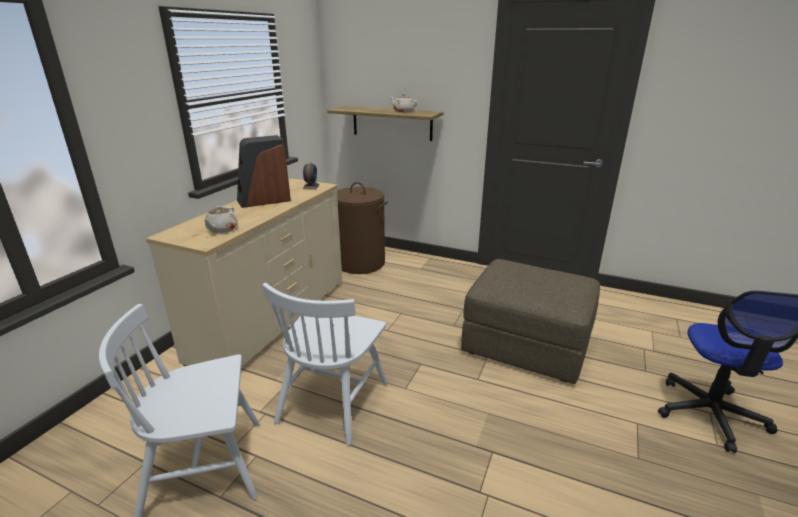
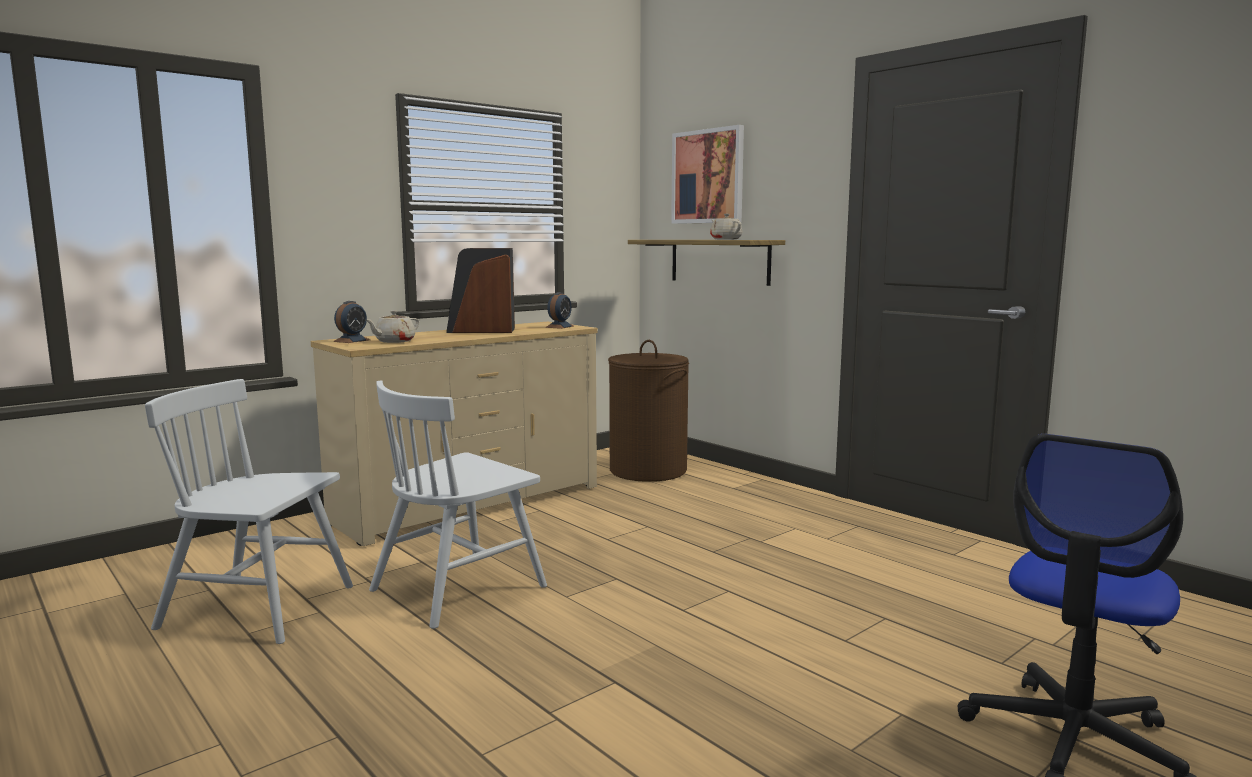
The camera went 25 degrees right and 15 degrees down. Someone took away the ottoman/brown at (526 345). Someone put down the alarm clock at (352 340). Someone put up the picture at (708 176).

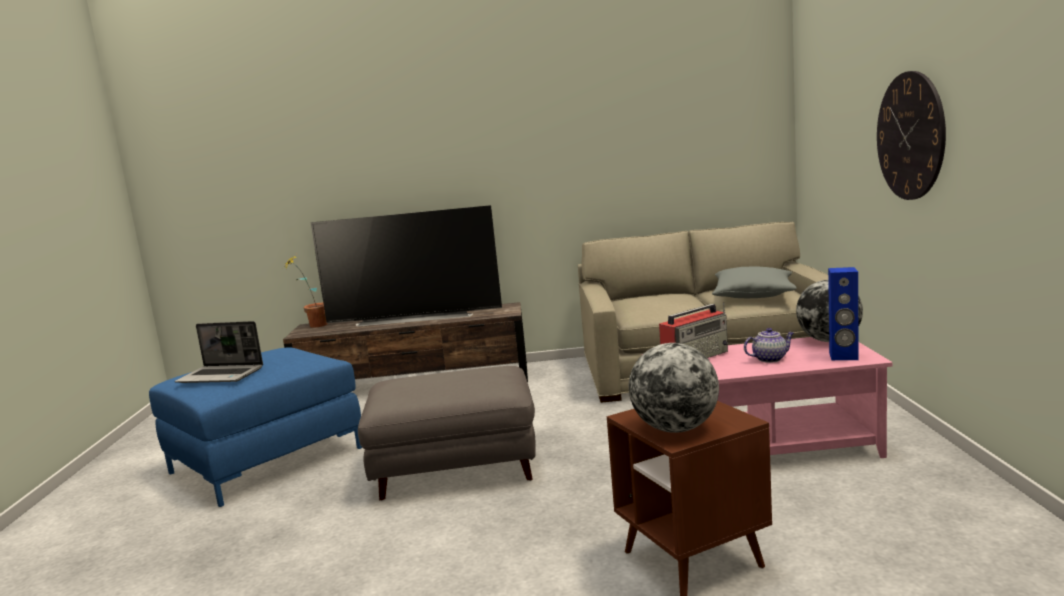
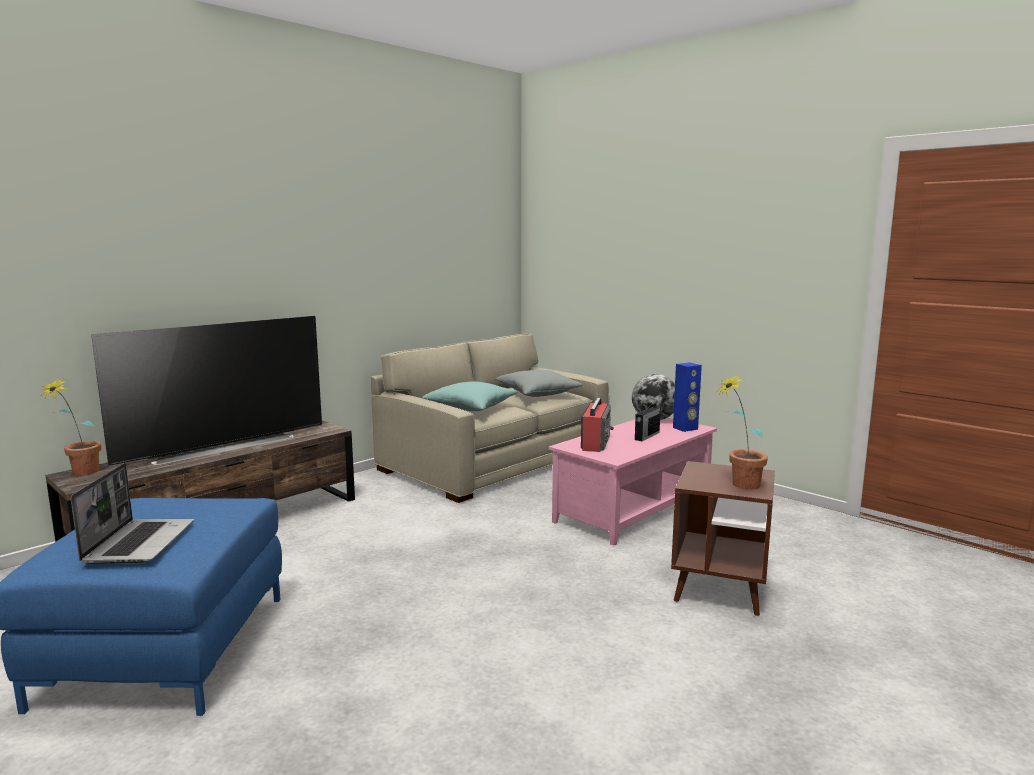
The camera went 45 degrees left and 0 degrees up. Someone rotated the laptop at (222 375) by 60 degrees counterclockwise. Someone took away the ottoman/grey at (456 467). Someone swapped the globe at (676 429) for the potted plant at (738 485). Someone swapped the teapot at (770 359) for the radio at (646 436). Someone took away the wall clock at (910 136). Someone put down the pillow/turquoise at (470 408).

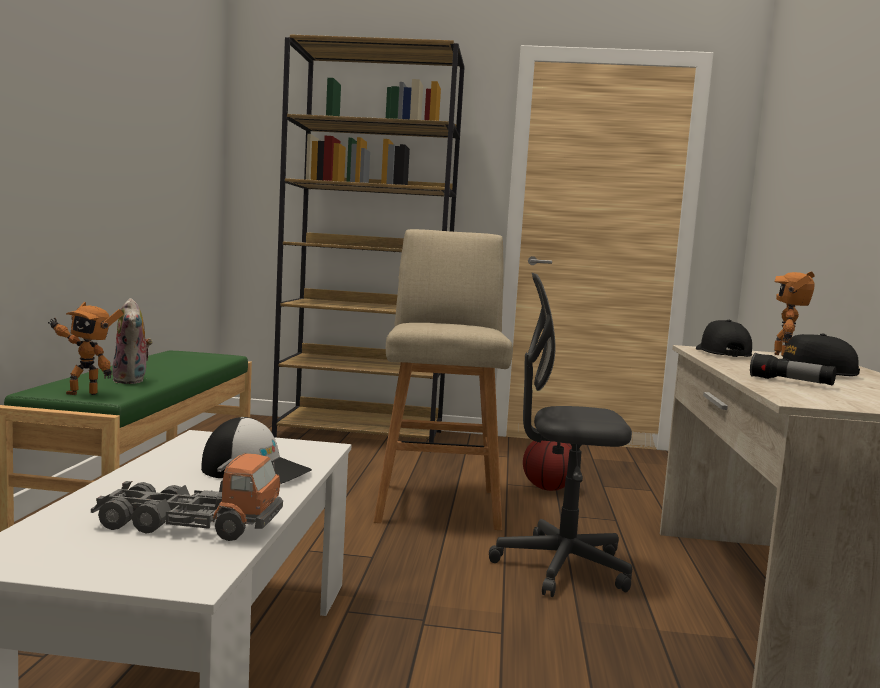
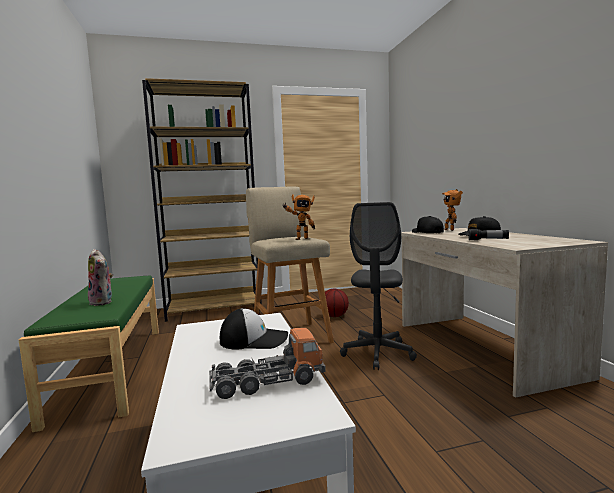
The camera went 20 degrees left and 0 degrees up. Someone carried the toy robot from (83 393) to (300 239). Someone rotated the office chair/grey at (561 567) by 60 degrees counterclockwise.

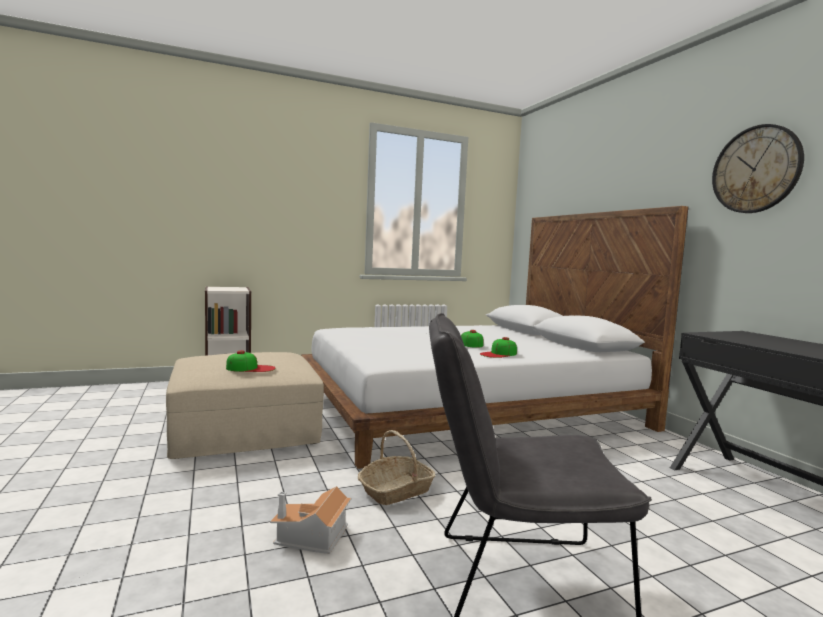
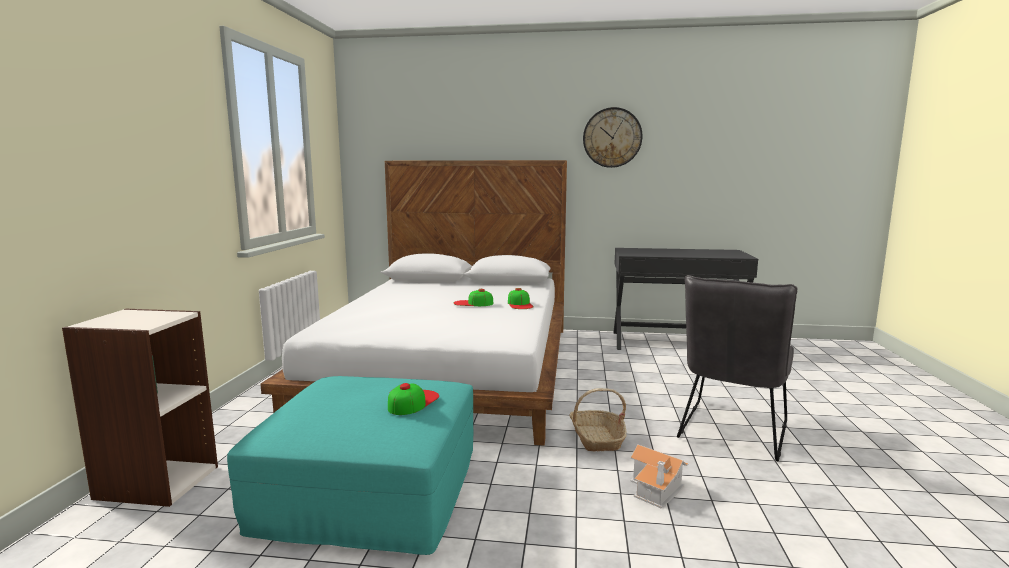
The camera went 60 degrees left and 5 degrees up. Someone repainted the ottoman/beige at (246 427), which became the ottoman/turquoise at (371 489).

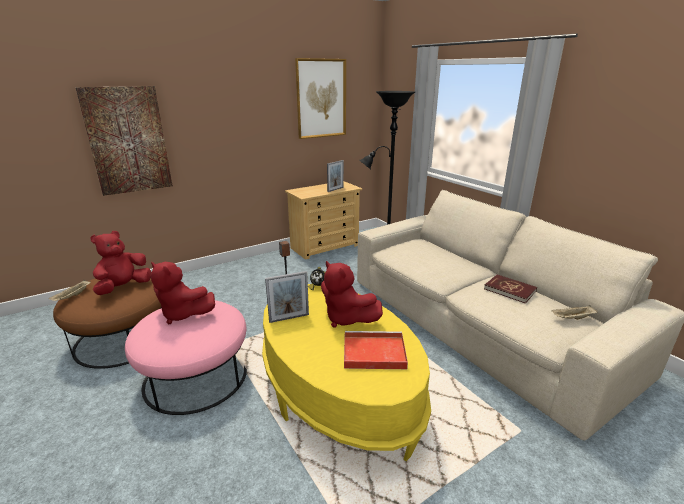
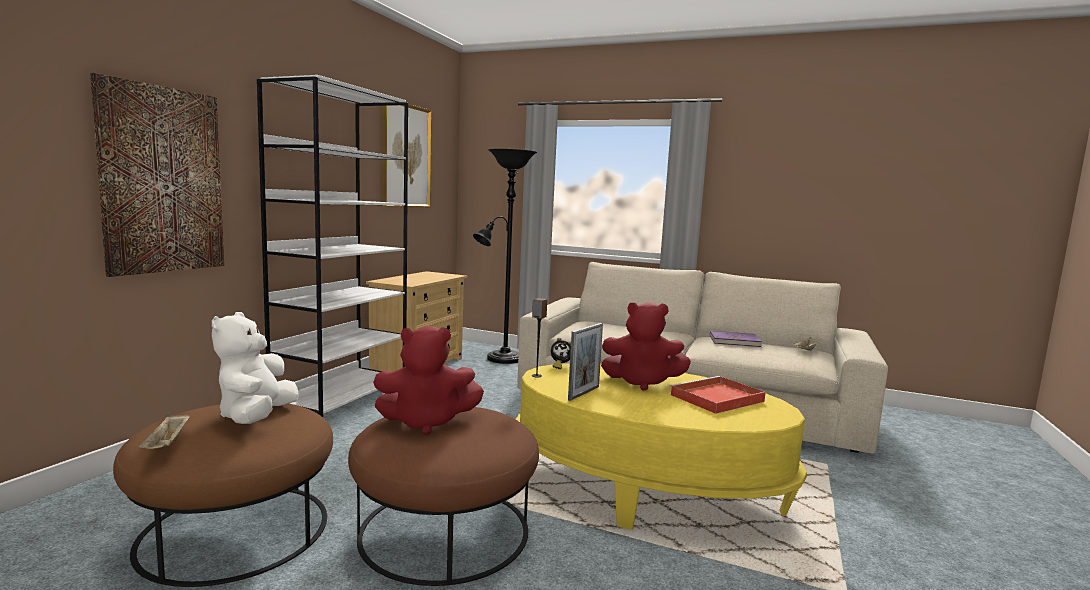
The camera went 35 degrees left and 15 degrees down. Someone repainted the plush toy/red at (124 287), which became the plush toy/white at (256 417). Someone repainted the ottoman/pink at (195 376), which became the ottoman/brown at (444 531). Someone took away the picture frame at (335 189). Someone repainted the book/red at (509 290), which became the book/purple at (734 341). Someone put down the bookcase/white at (342 398).

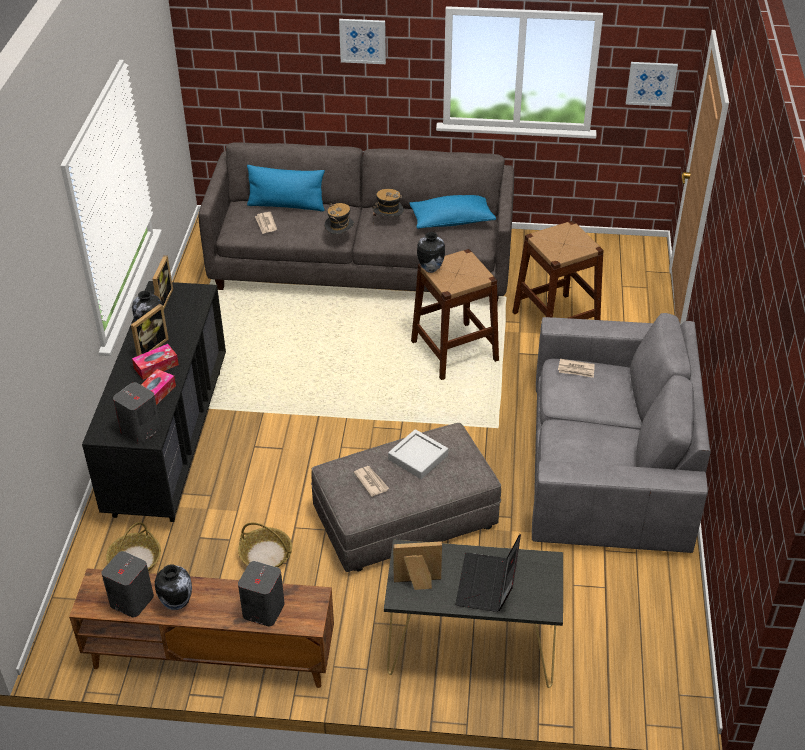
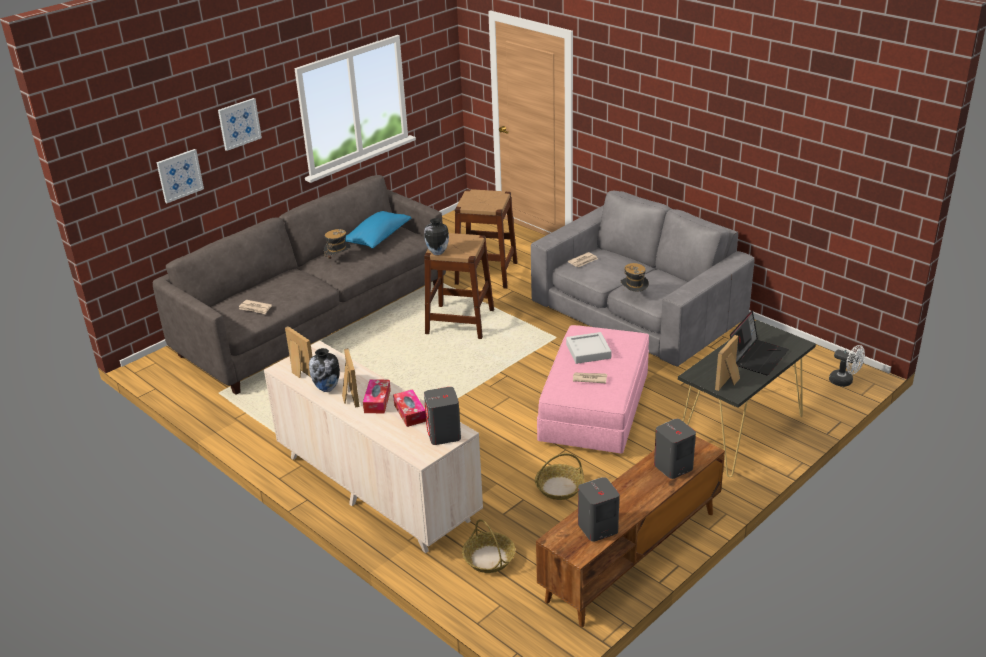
The camera went 50 degrees left and 10 degrees down. Someone repainted the dresser/black at (169 440), which became the dresser/beige at (376 488). Someone took away the vase at (177 603). Someone took away the pillow/blue at (286 205). Someone repainted the ottoman/grey at (405 518), which became the ottoman/pink at (595 410). Someone carried the hat from (340 237) to (634 296). Someone rotated the laptop at (488 585) by 105 degrees counterclockwise. Someone carried the picture from (651 83) to (179 175). Someone put down the fan/white at (844 381).

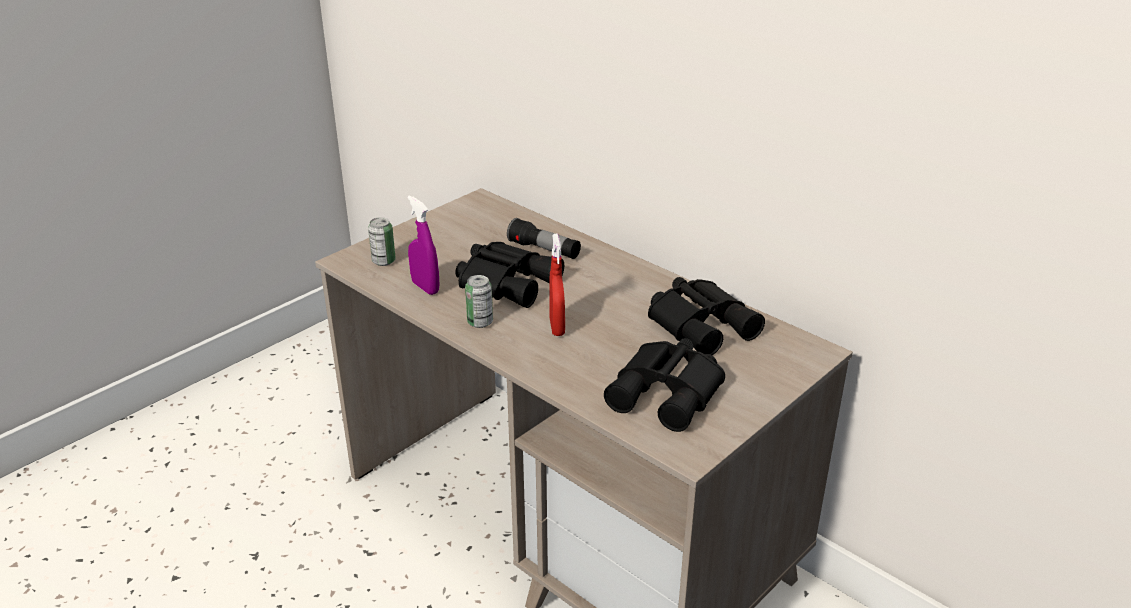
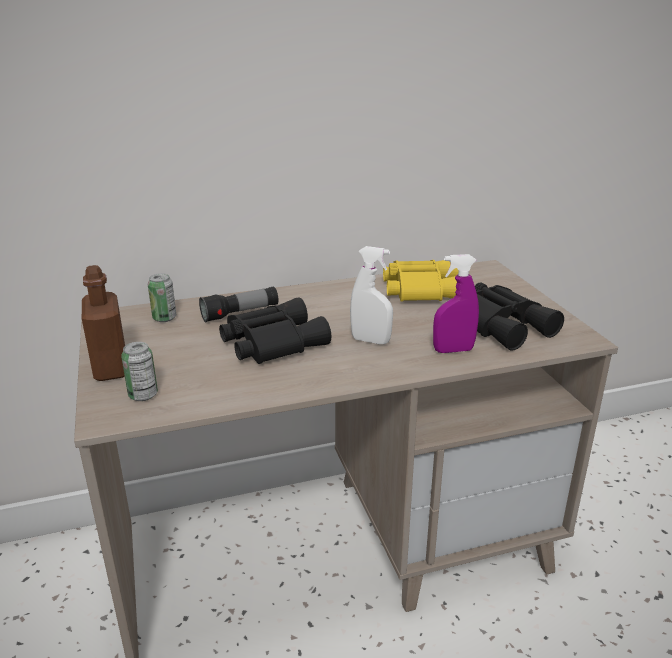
The camera went 60 degrees left and 5 degrees down. Someone carried the spray bottle/purple from (425 287) to (453 350). Someone carried the can from (480 322) to (164 318). Someone repainted the spray bottle/red at (557 327), which became the spray bottle/white at (370 341). Someone repainted the binoculars/black at (702 324), which became the binoculars/yellow at (422 289). Someone put down the bottle/brown at (111 368).

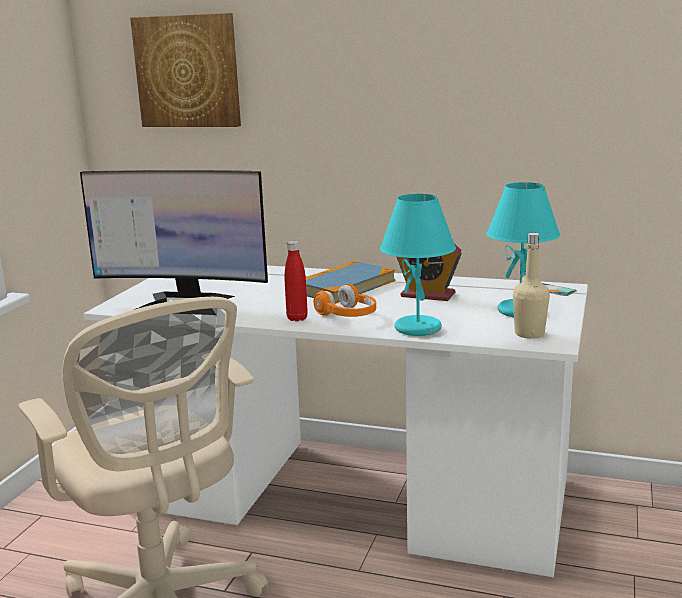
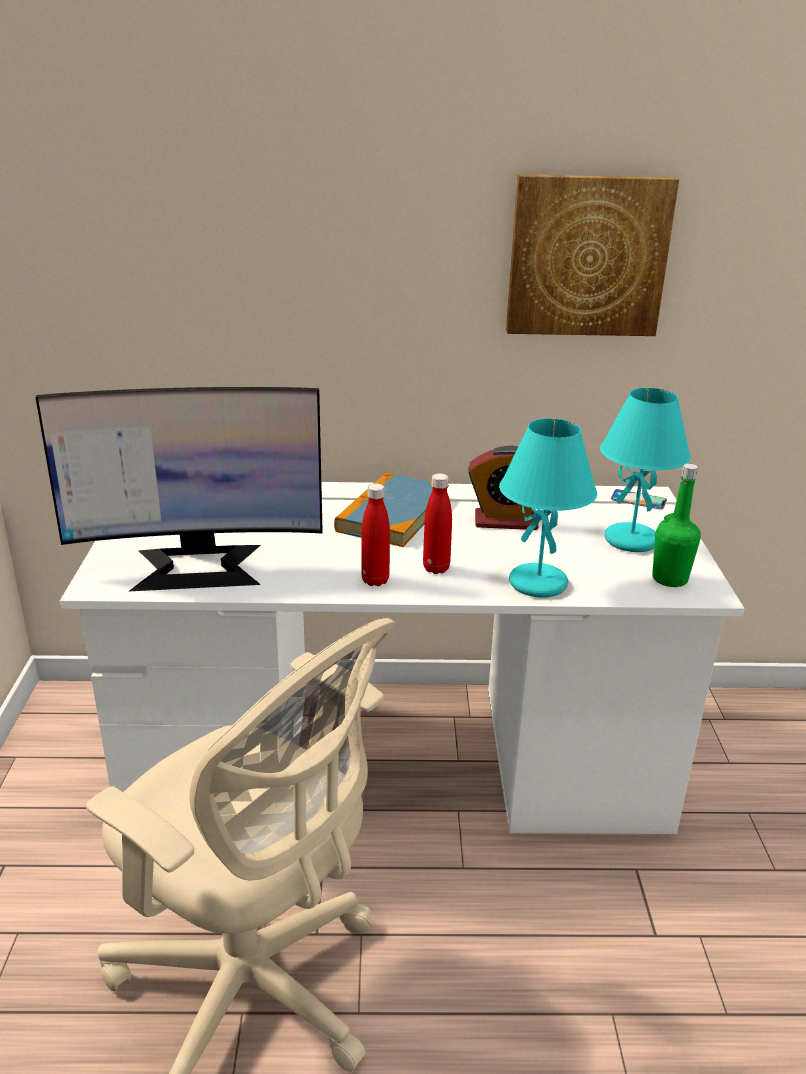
The camera went 20 degrees left and 10 degrees up. Someone carried the picture from (188 71) to (587 256). Someone swapped the headphones/orange at (348 315) for the bottle/red at (436 568). Someone repainted the bottle/beige at (529 334), which became the bottle/green at (669 579).

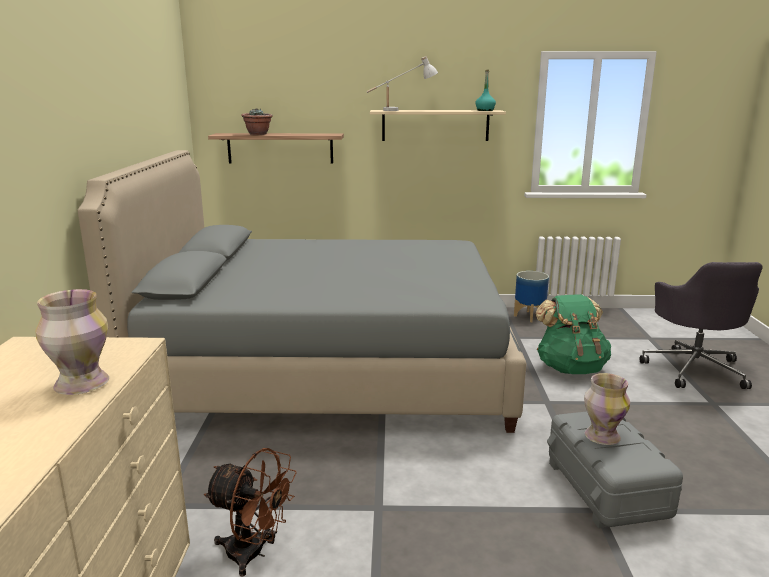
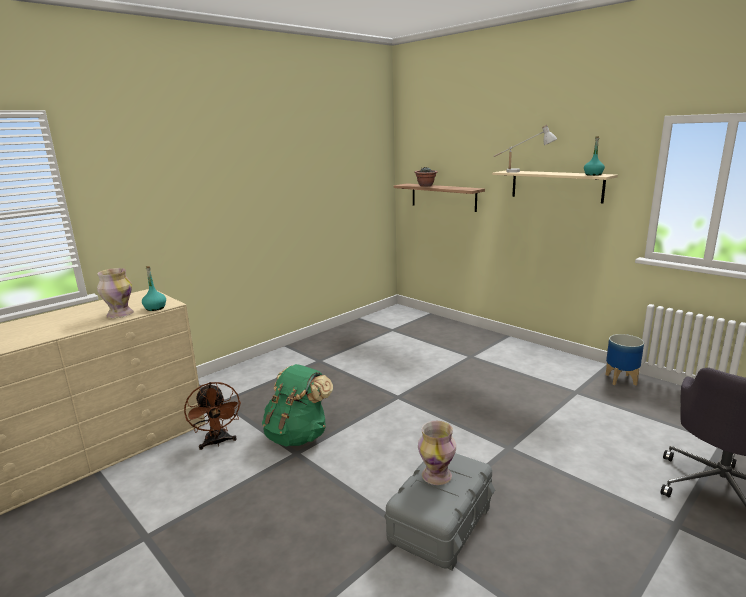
The camera went 45 degrees right and 0 degrees up. Someone took away the bed/grey at (329 368). Someone carried the backpack/green from (570 368) to (298 435). Someone put down the bottle/turquoise at (155 308).

